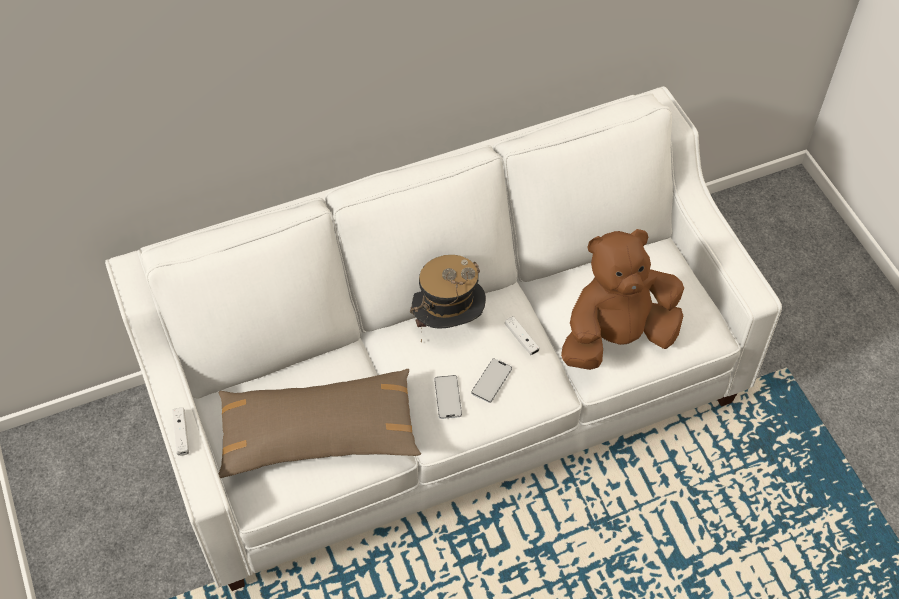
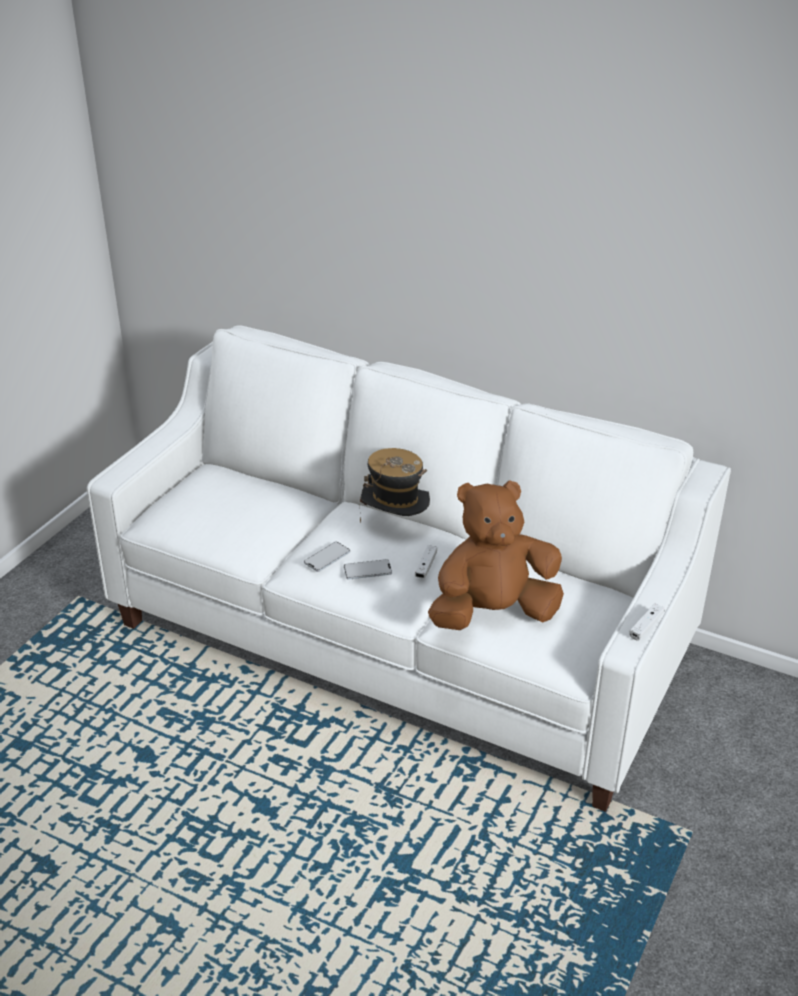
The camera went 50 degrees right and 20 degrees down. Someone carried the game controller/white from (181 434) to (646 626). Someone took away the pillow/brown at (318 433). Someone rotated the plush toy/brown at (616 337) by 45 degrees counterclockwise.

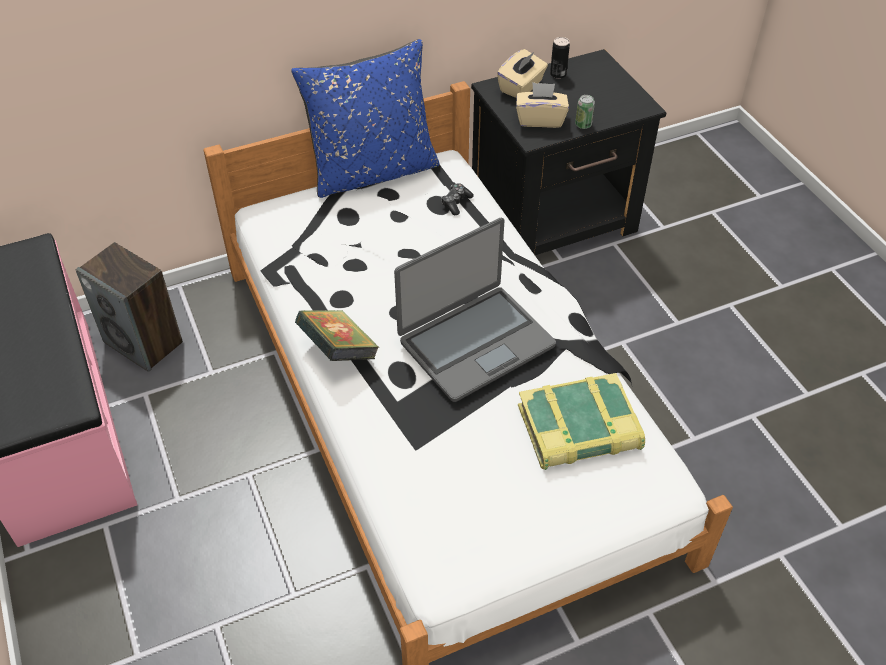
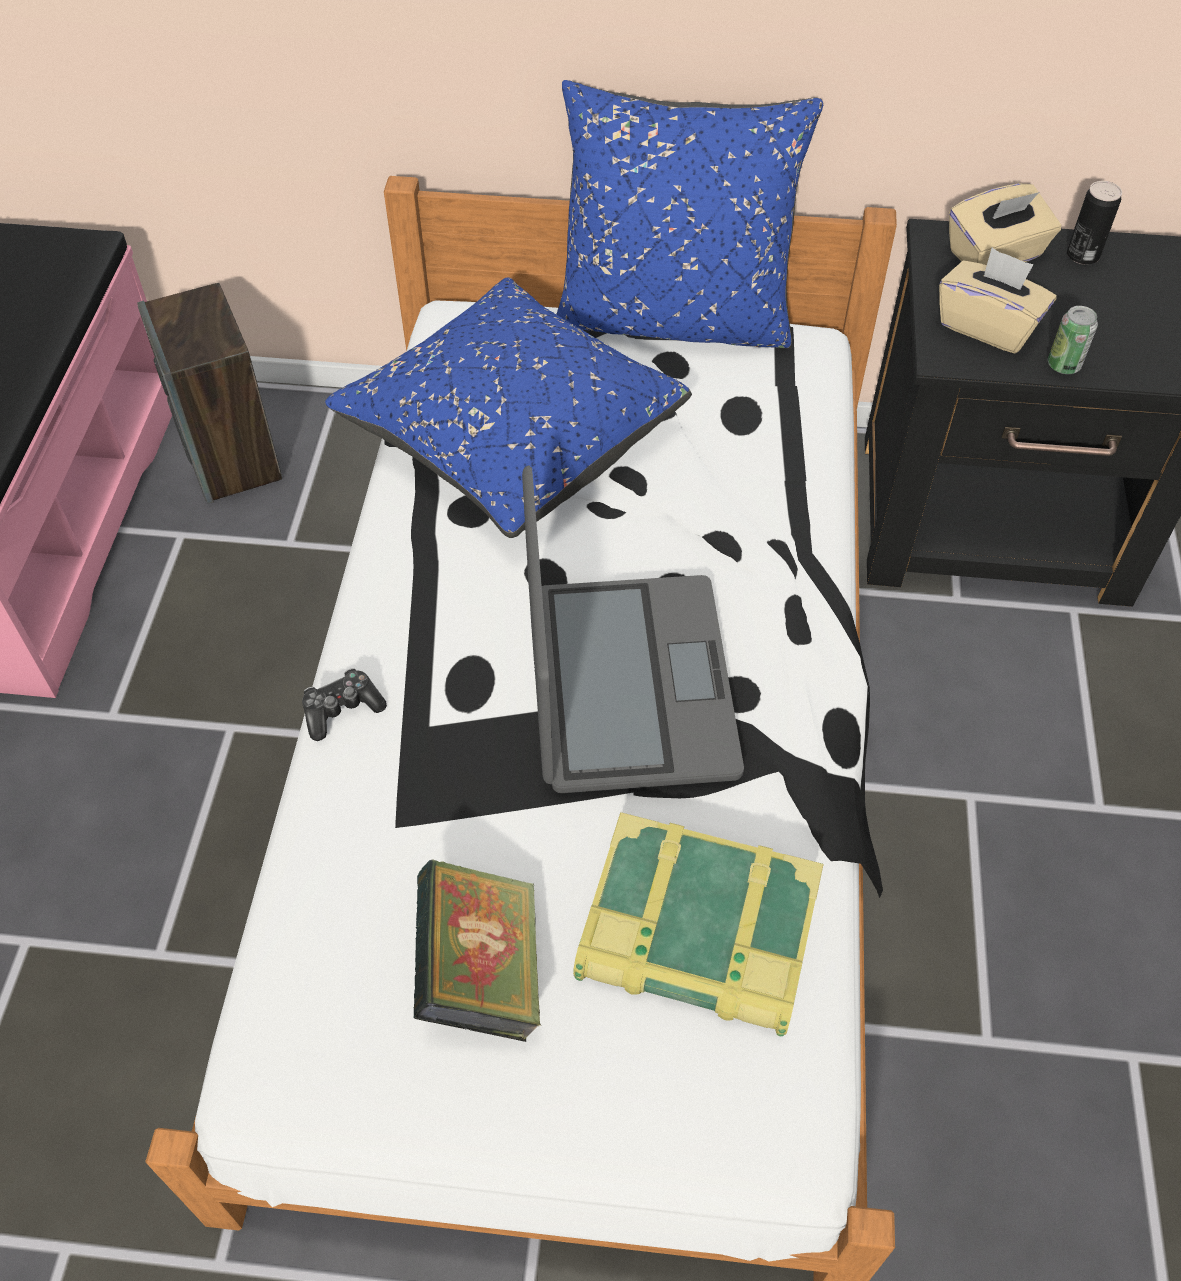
The camera went 30 degrees right and 5 degrees up. Someone carried the book from (338 351) to (481 970). Someone rotated the laptop at (475 342) by 90 degrees counterclockwise. Someone carried the game controller from (456 203) to (342 709). Someone put down the pillow/blue at (512 437).

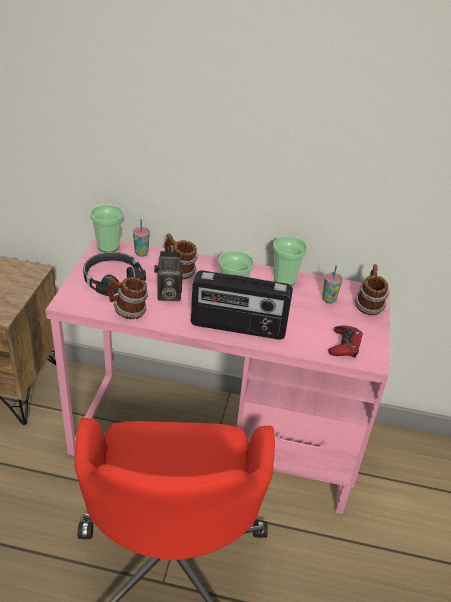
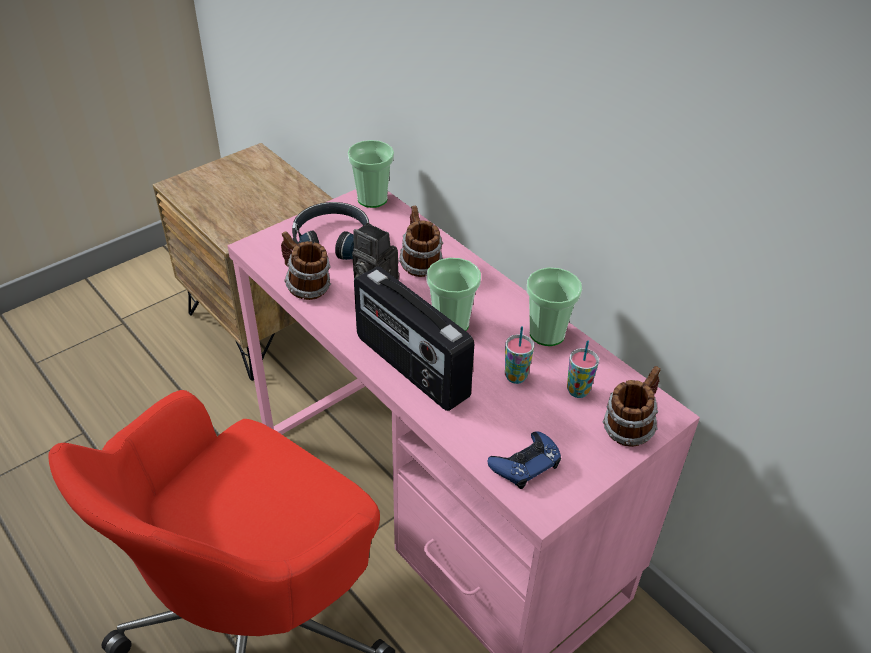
The camera went 40 degrees right and 5 degrees up. Someone carried the cup from (141 253) to (515 376). Someone repainted the game controller/red at (344 345), which became the game controller/blue at (525 464).

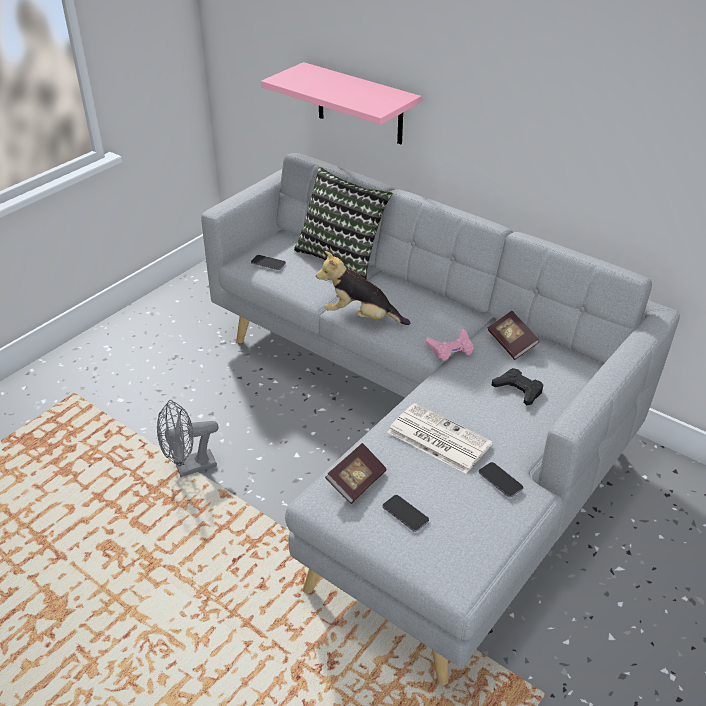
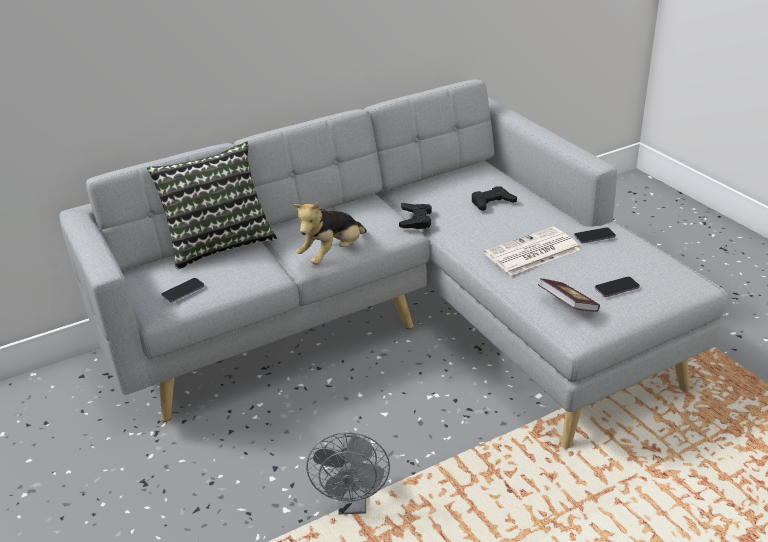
The camera went 65 degrees left and 5 degrees down. Someone took away the shelf/pink at (360 104). Someone repainted the game controller/pink at (451 349), which became the game controller/black at (415 220). Someone took away the book at (511 343).

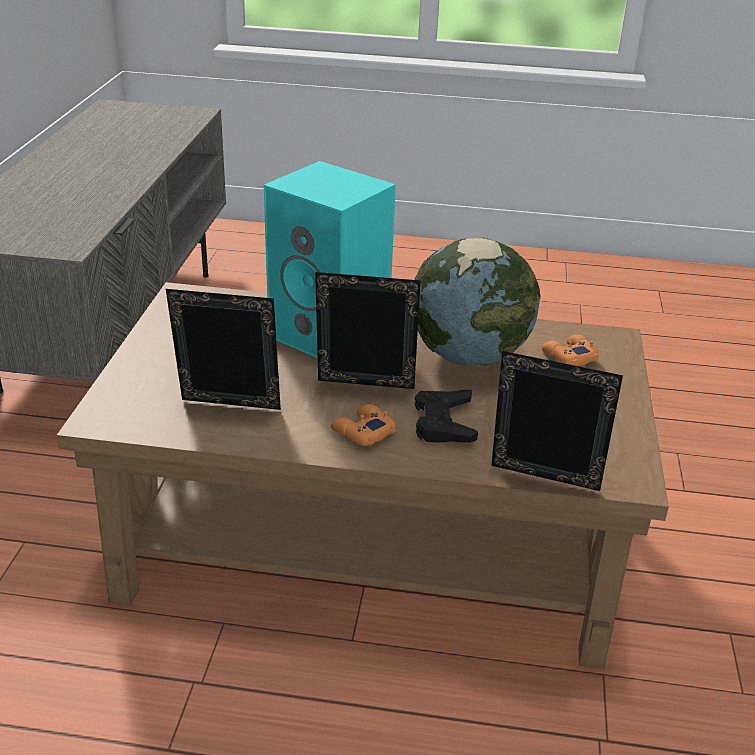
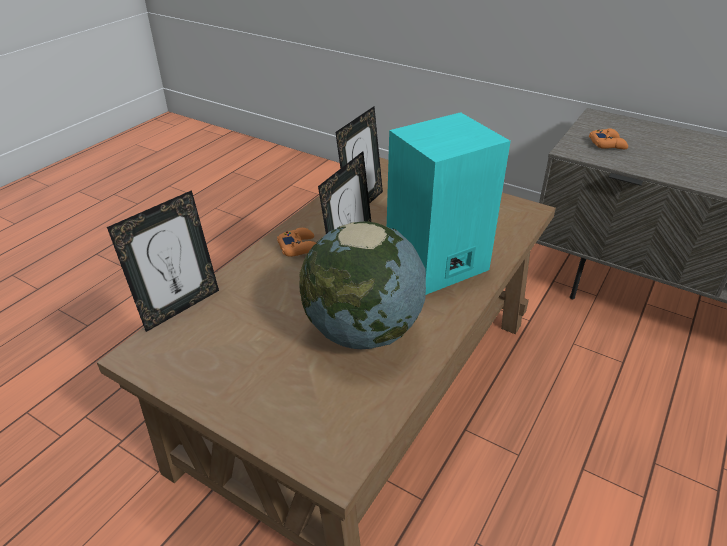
The camera went 115 degrees right and 5 degrees up. Someone took away the game controller/black at (444 423). Someone carried the game controller/orange from (569 356) to (607 144).

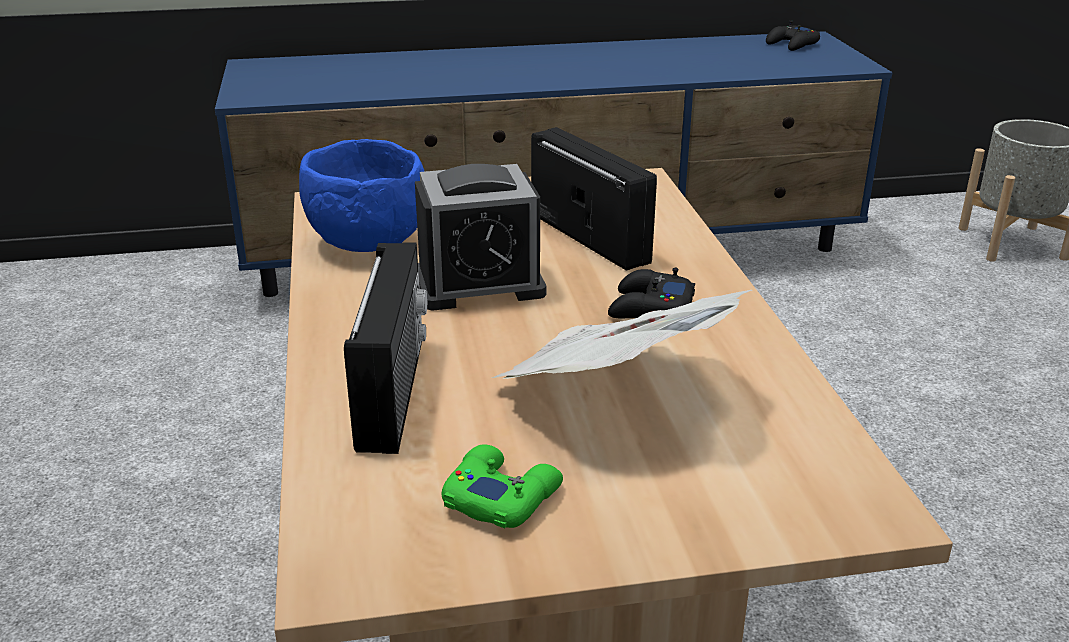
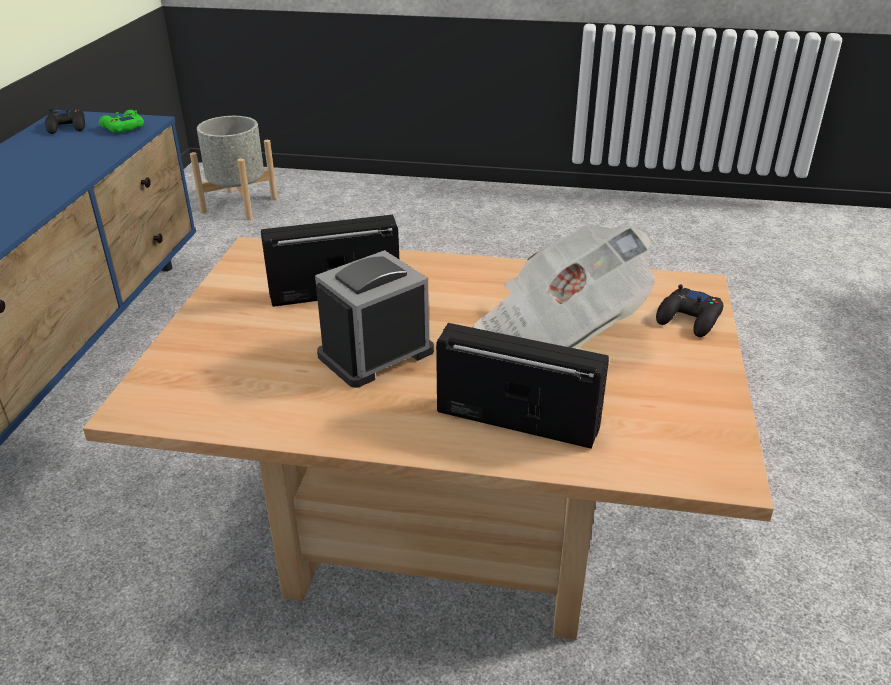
The camera went 70 degrees left and 5 degrees up. Someone took away the bowl/blue at (364 242). Someone rotated the alarm clock at (479 284) by 135 degrees counterclockwise. Someone carried the game controller/green from (501 496) to (122 127). Someone carried the game controller/black from (650 308) to (689 319).

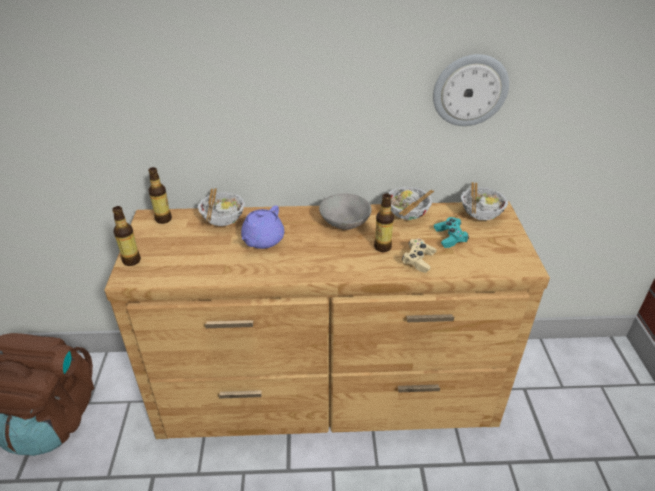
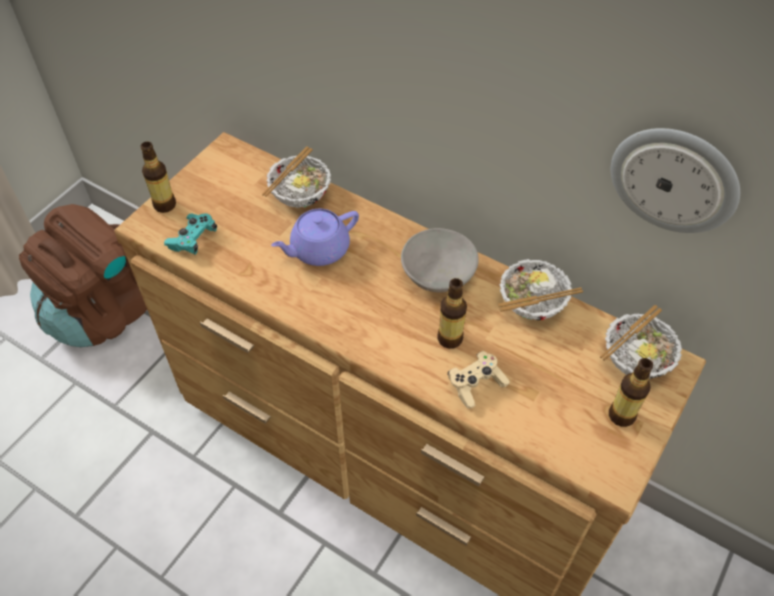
The camera went 35 degrees right and 15 degrees up. Someone carried the bottle from (163 219) to (621 415). Someone carried the game controller/turquoise from (450 237) to (193 239).

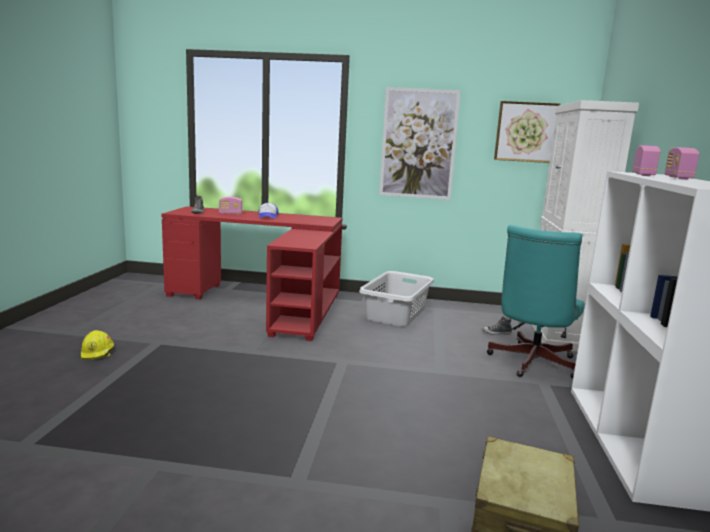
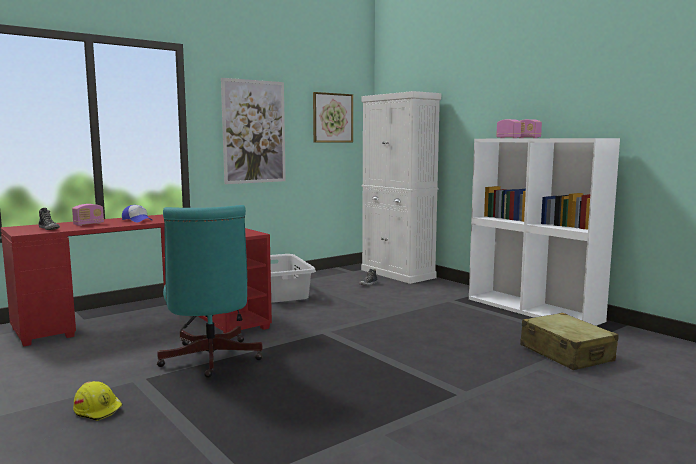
The camera went 45 degrees left and 5 degrees down. Someone carried the office chair/turquoise from (531 363) to (210 360).

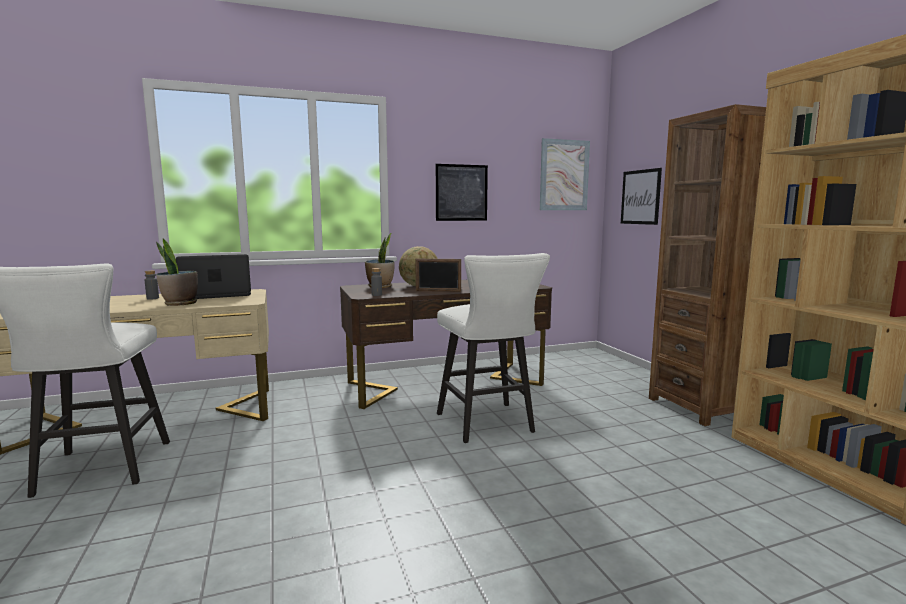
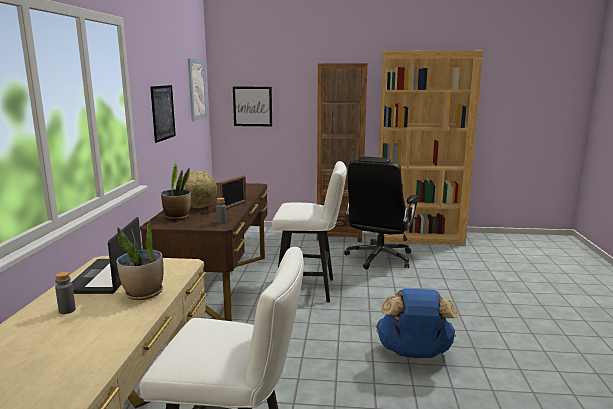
The camera went 65 degrees left and 5 degrees up. Someone put down the office chair/black at (379 258). Someone put down the backpack/blue at (414 354).

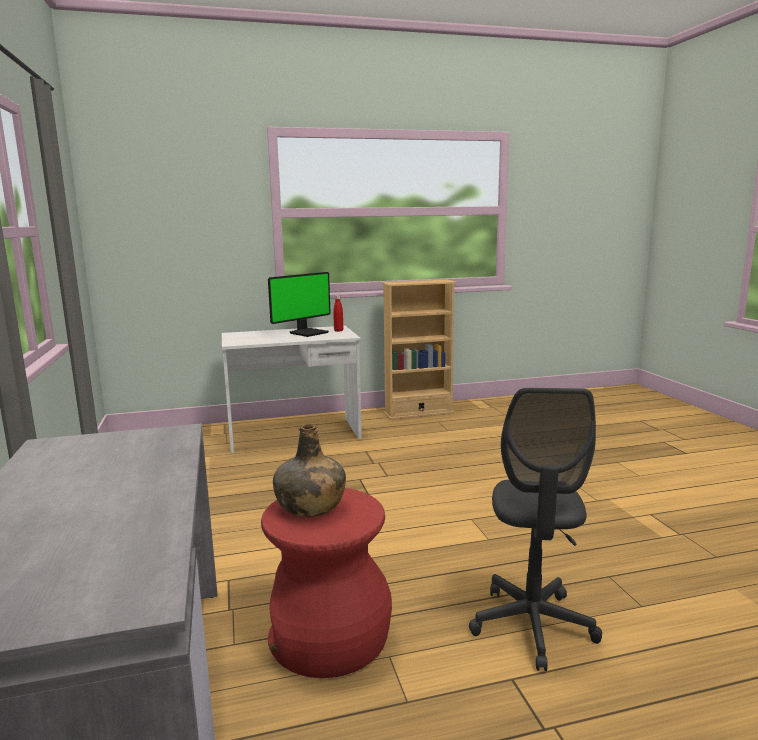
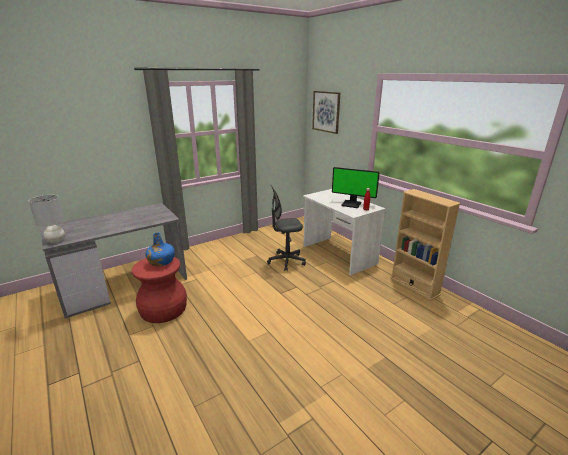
The camera went 70 degrees right and 10 degrees up. Someone repainted the bottle/green at (310 506), which became the bottle/blue at (161 262). Someone carried the office chair/grey from (532 626) to (286 261). Someone put down the table lamp/grey at (56 241). Someone put up the picture at (326 111).

